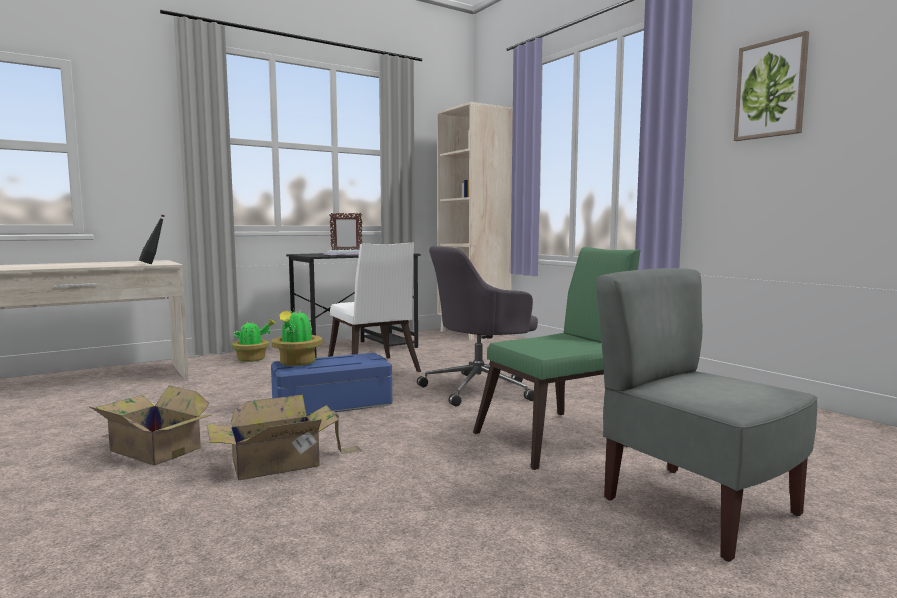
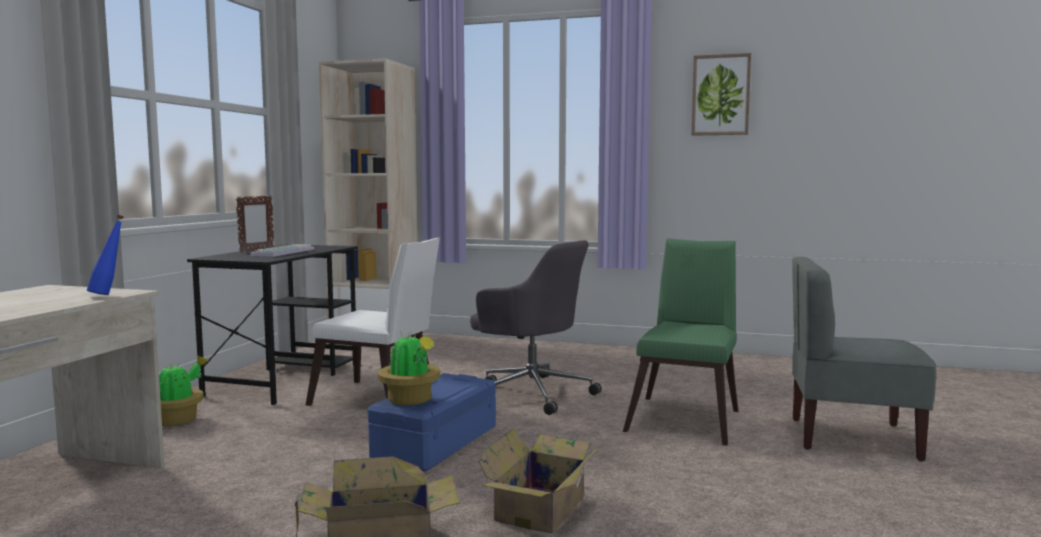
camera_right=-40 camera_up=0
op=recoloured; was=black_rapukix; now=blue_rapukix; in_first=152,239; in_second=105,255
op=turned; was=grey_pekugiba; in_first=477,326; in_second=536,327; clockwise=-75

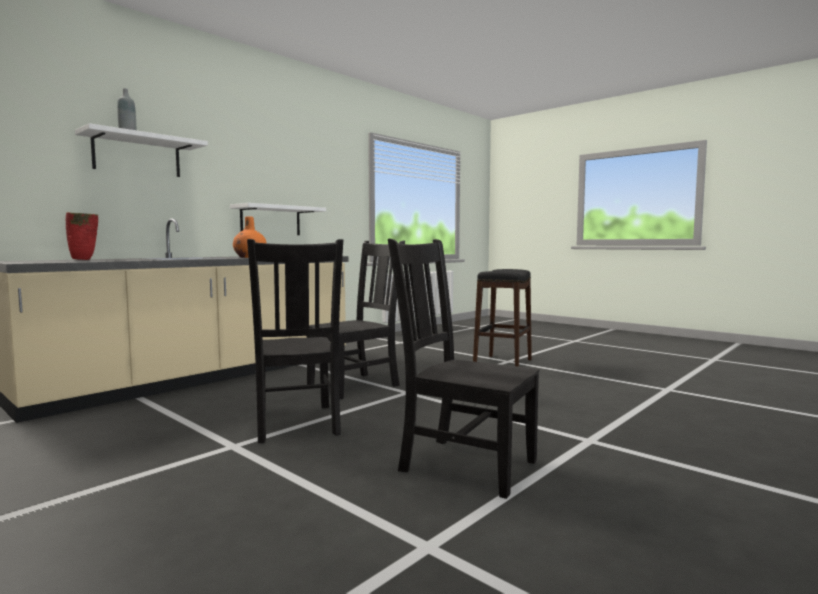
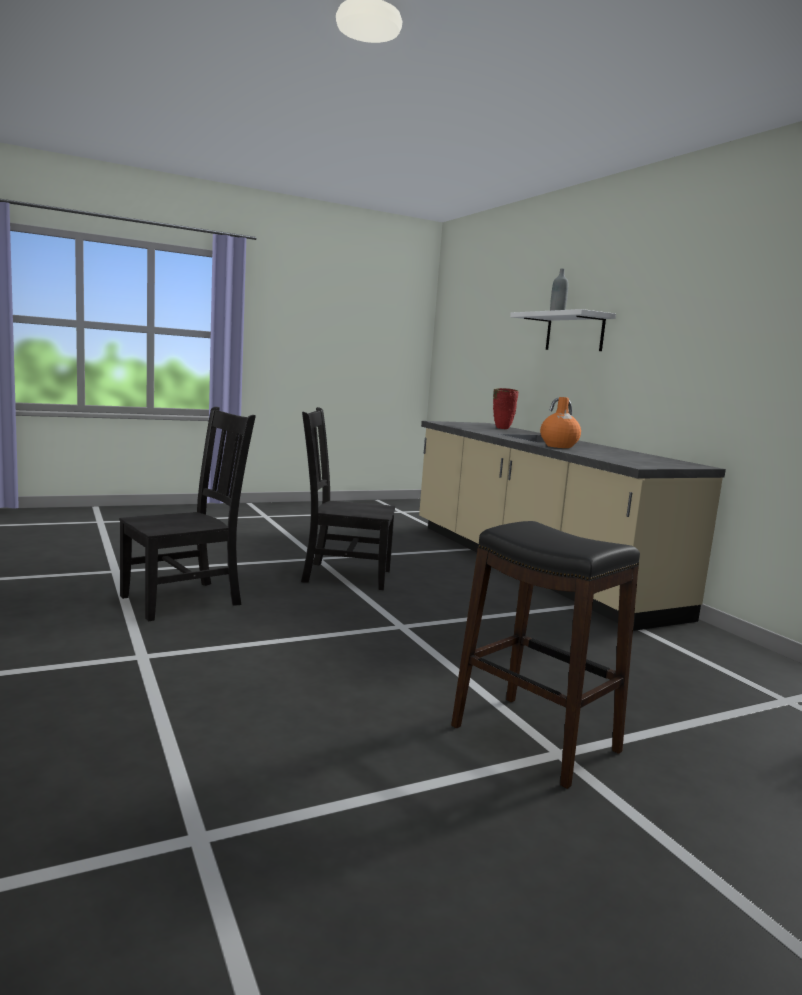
camera_right=110 camera_up=5
op=removed; was=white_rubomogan; in_first=278,219
op=removed; was=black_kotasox; in_first=355,320

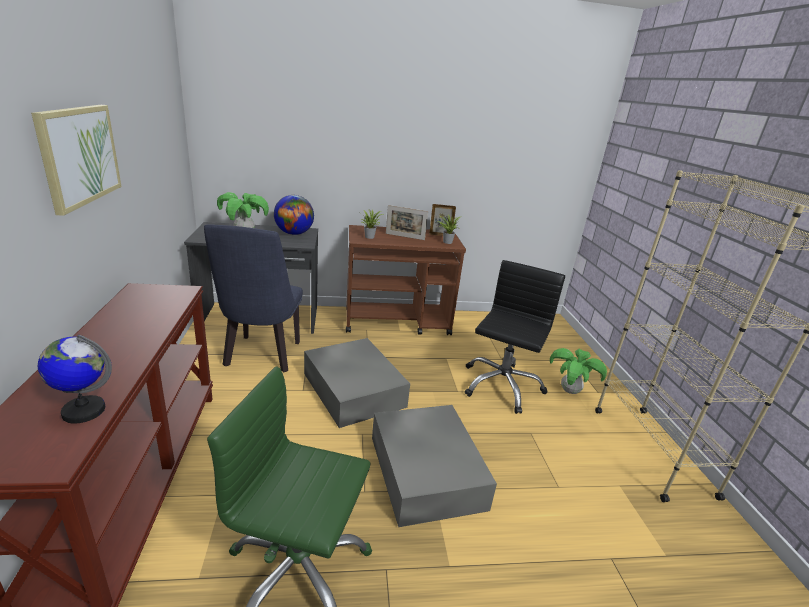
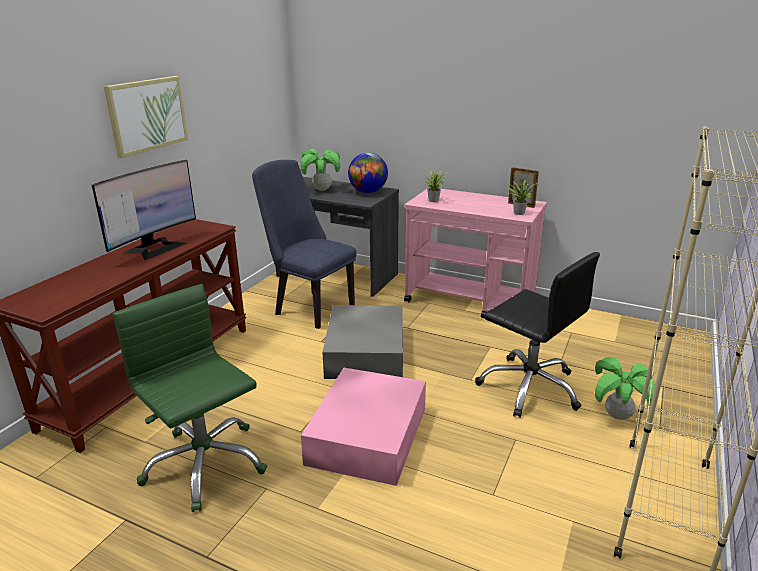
camera_right=35 camera_up=0
op=removed; was=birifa; in_first=75,379
op=removed; was=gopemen; in_first=407,222
op=added; now=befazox; in_second=144,210
op=recoloured; was=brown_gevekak; now=pink_gevekak; in_first=406,280; in_second=475,253
op=recoloured; was=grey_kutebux; now=pink_kutebux; in_first=434,466; in_second=363,427
op=turned; was=blue_kotasox; in_first=253,298; in_second=304,244; clockwise=90
op=turned; was=black_pekugiba; in_first=515,337; in_second=537,335; clockwise=75

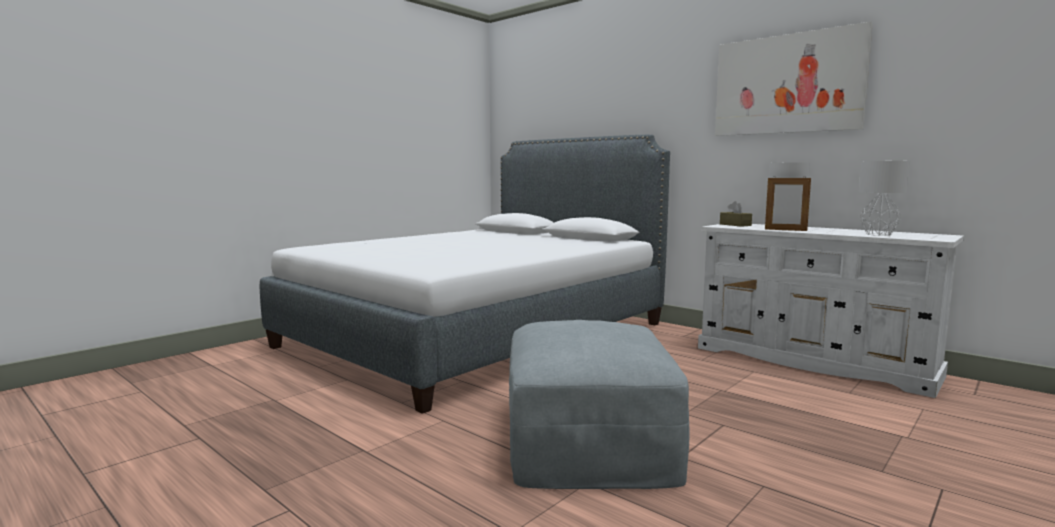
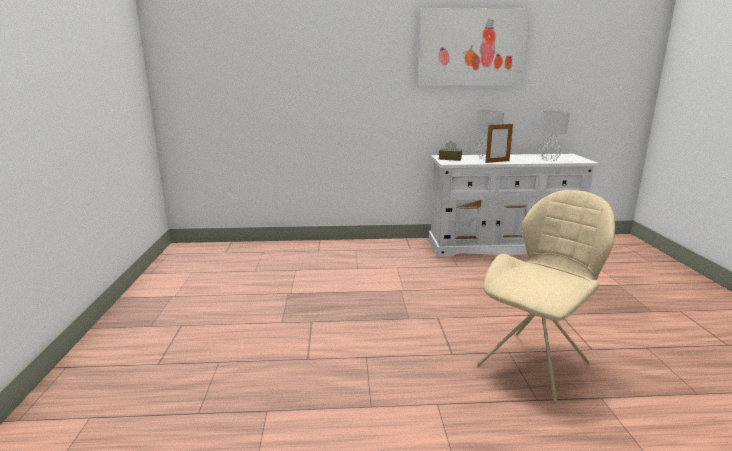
camera_right=-45 camera_up=10
op=removed; was=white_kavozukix; in_first=465,274
op=replaced; was=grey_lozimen; now=beige_kotasox; in_first=599,404; in_second=546,296

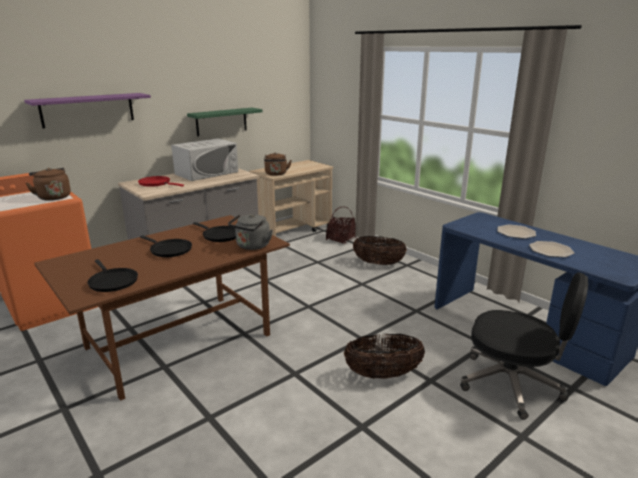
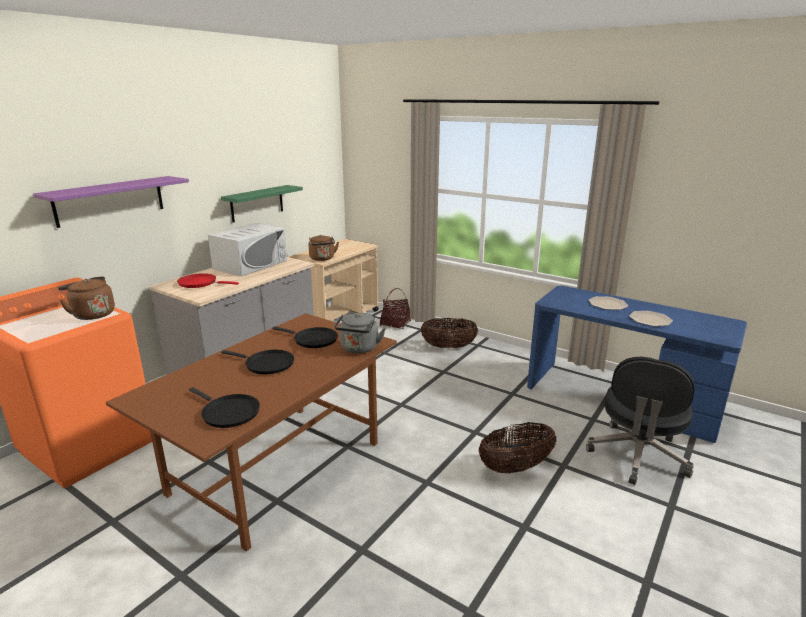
camera_right=-15 camera_up=0
op=turned; was=black_pekugiba; in_first=524,346; in_second=640,421; clockwise=105

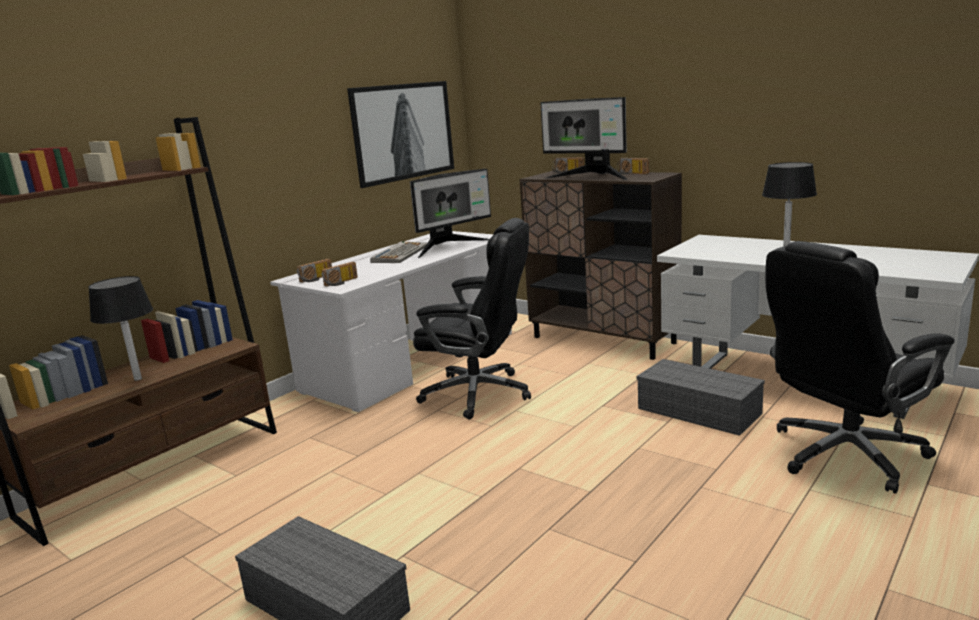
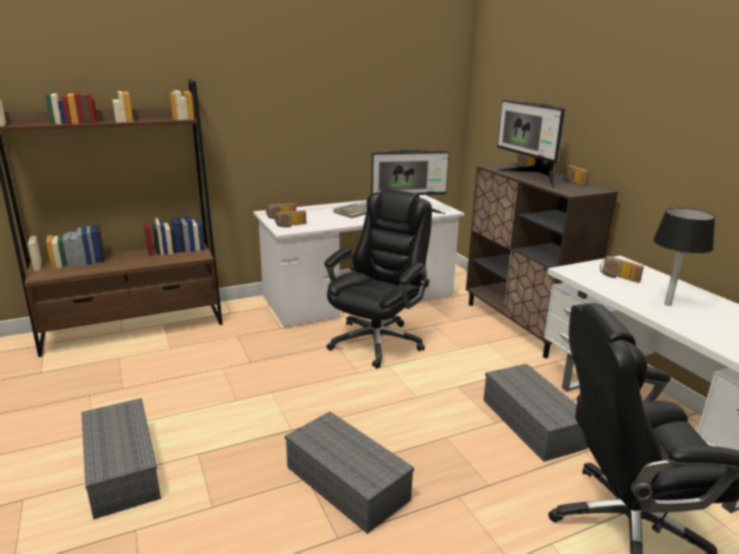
camera_right=25 camera_up=5
op=removed; was=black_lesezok; in_first=120,328
op=removed; was=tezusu; in_first=400,134
op=added; now=grey_kutebux; in_second=349,472
op=added; now=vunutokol; in_second=622,269
op=turned; was=black_pekugiba; in_first=472,319; in_second=378,279; clockwise=-105

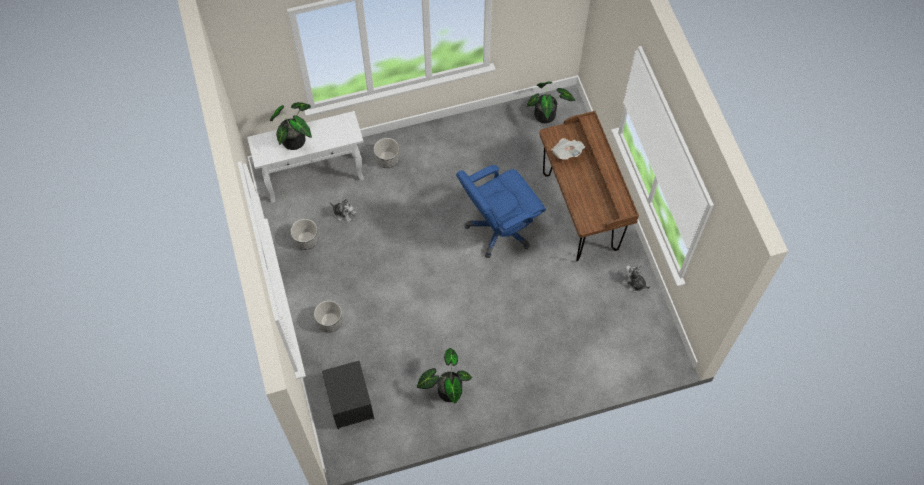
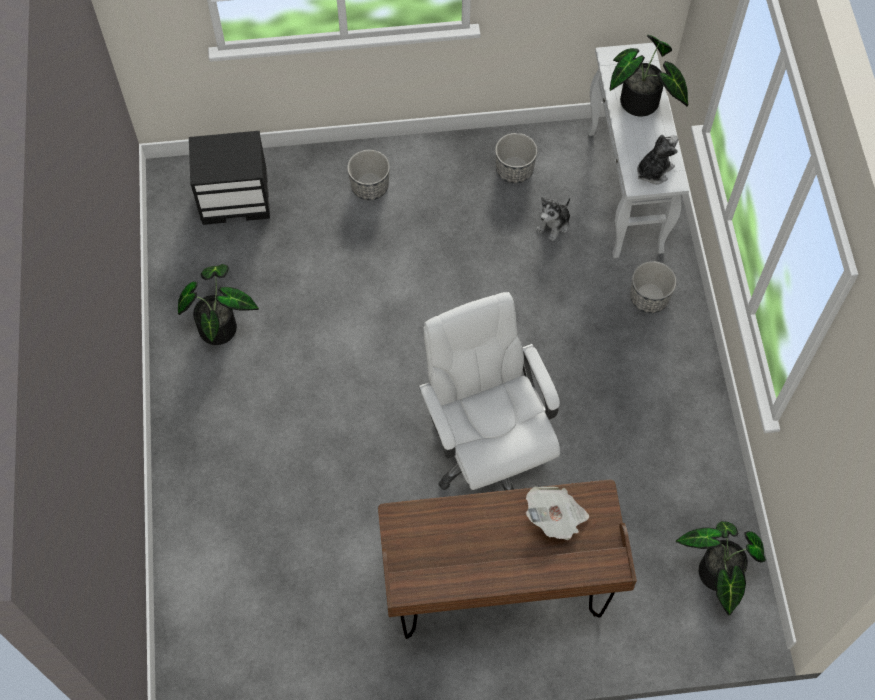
camera_right=100 camera_up=0
op=moved; was=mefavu; in_first=636,277; in_second=657,159
op=recoloured; was=blue_pekugiba; now=white_pekugiba; in_first=501,211; in_second=489,391

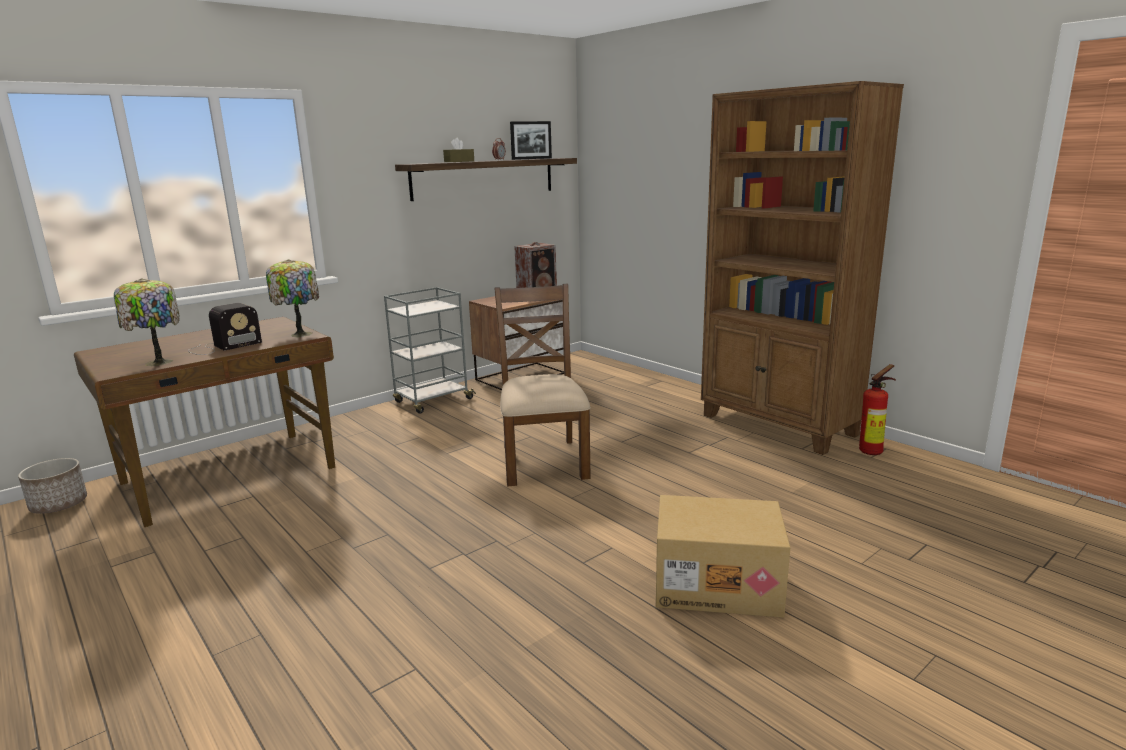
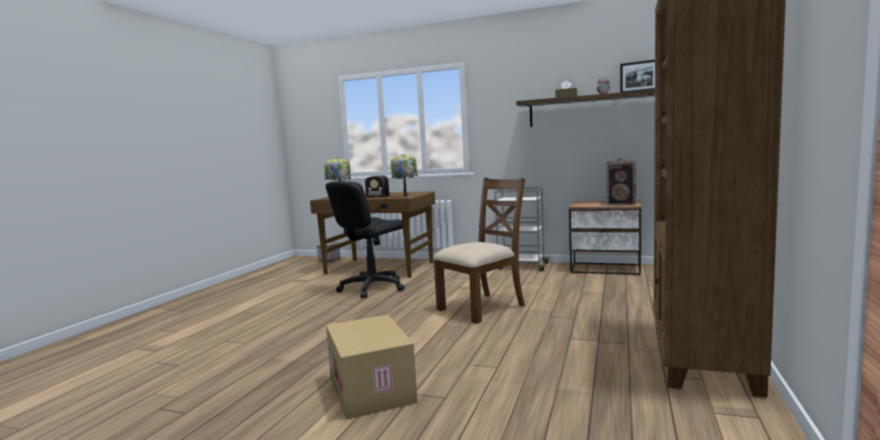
camera_right=60 camera_up=-10
op=removed; was=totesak; in_first=877,409
op=added; now=black_pekugiba; in_second=365,239

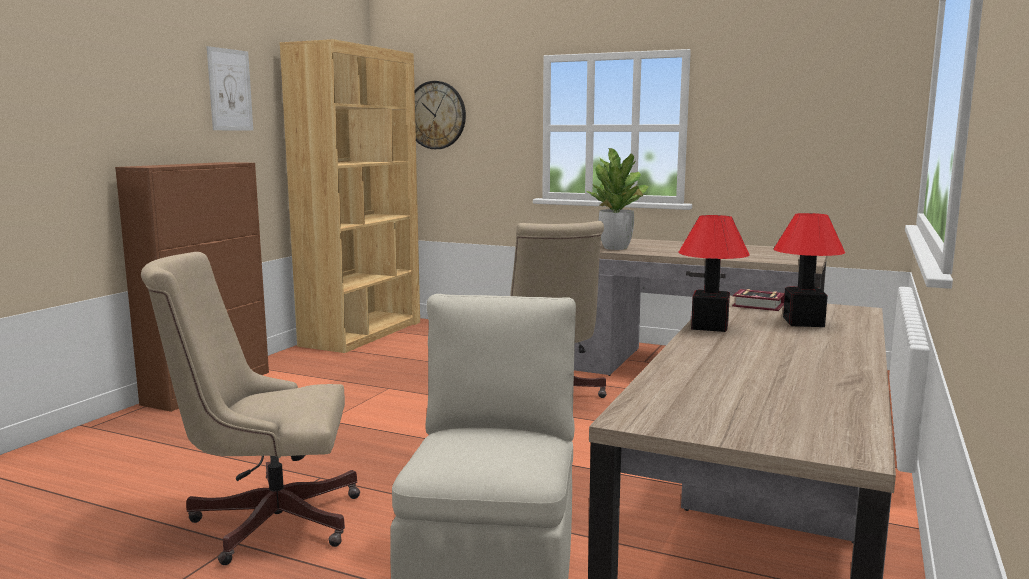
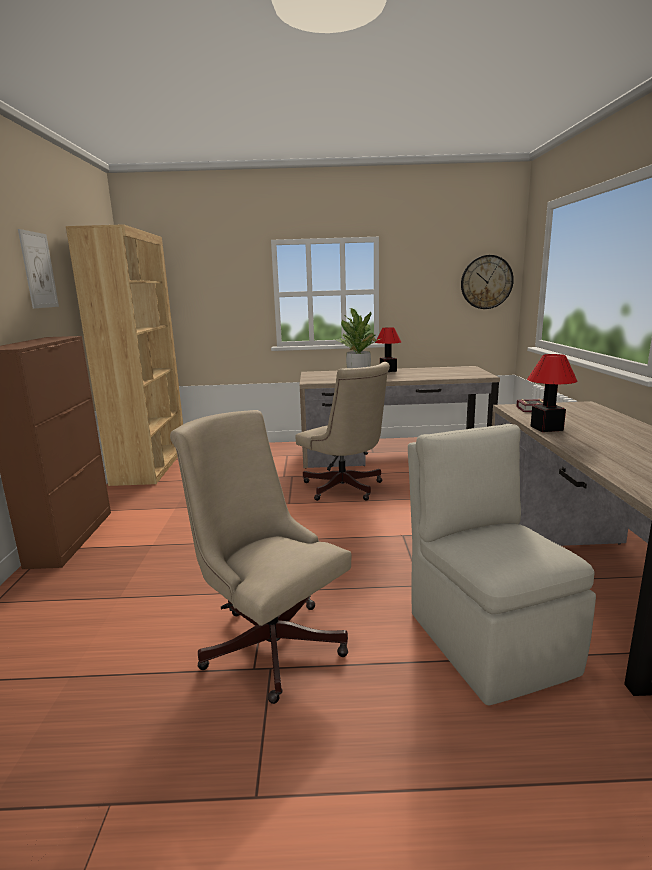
camera_right=-25 camera_up=5
op=moved; was=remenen; in_first=440,115; in_second=487,282
op=moved; was=lesezok; in_first=809,270; in_second=388,349
op=turned; was=beige_pekugiba; in_first=250,408; in_second=261,557; clockwise=75

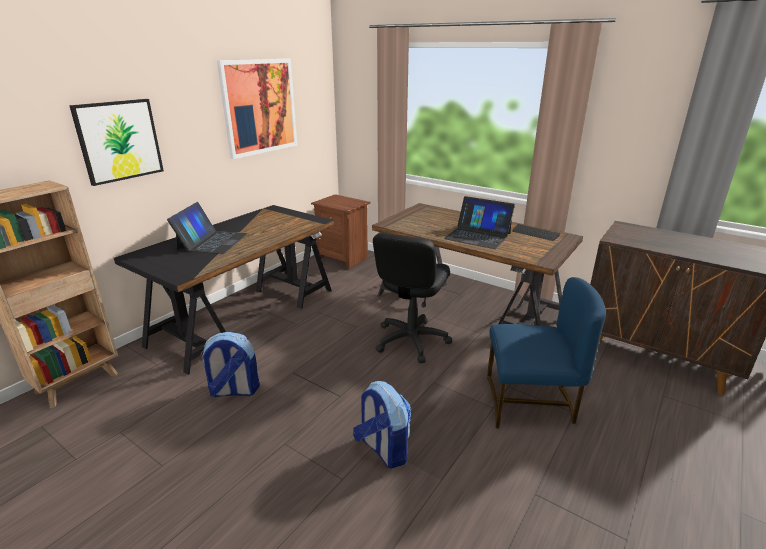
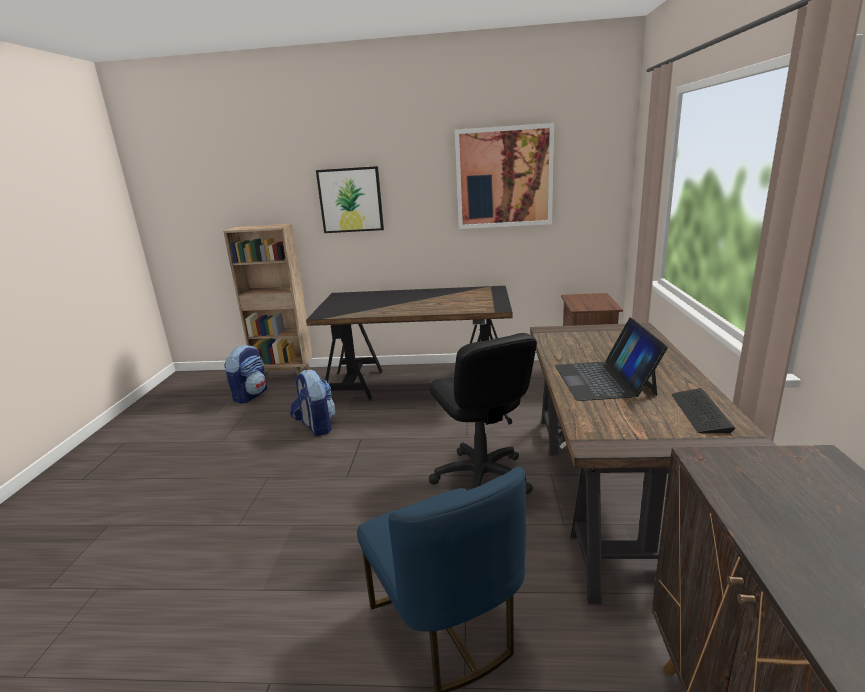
camera_right=60 camera_up=-5
op=removed; was=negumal; in_first=207,228
op=moved; was=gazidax; in_first=382,425; in_second=245,374
op=turned; was=black_pekugiba; in_first=412,297; in_second=483,413; clockwise=-105

